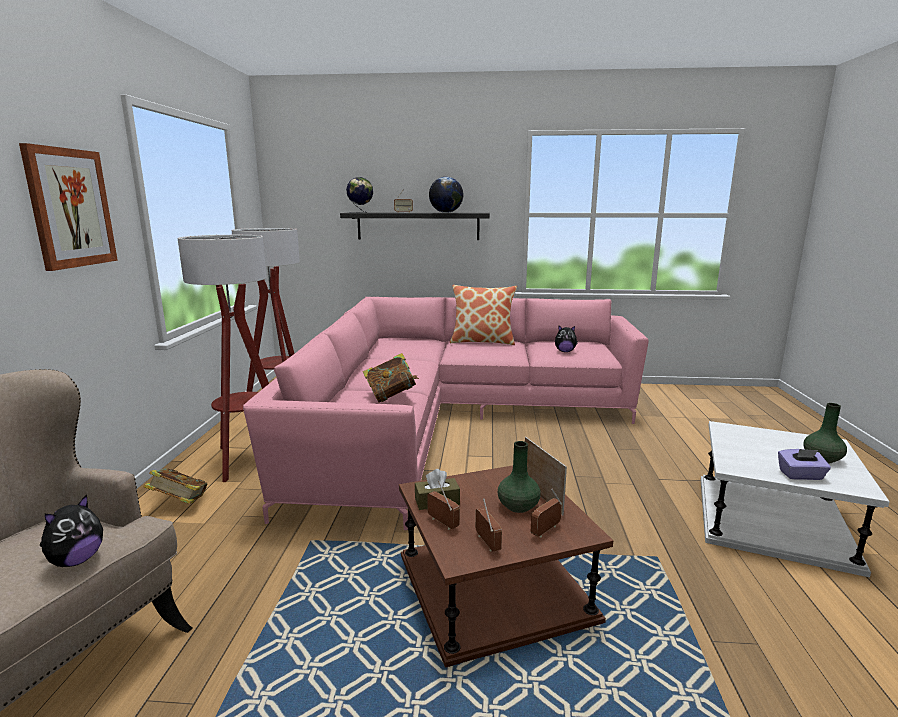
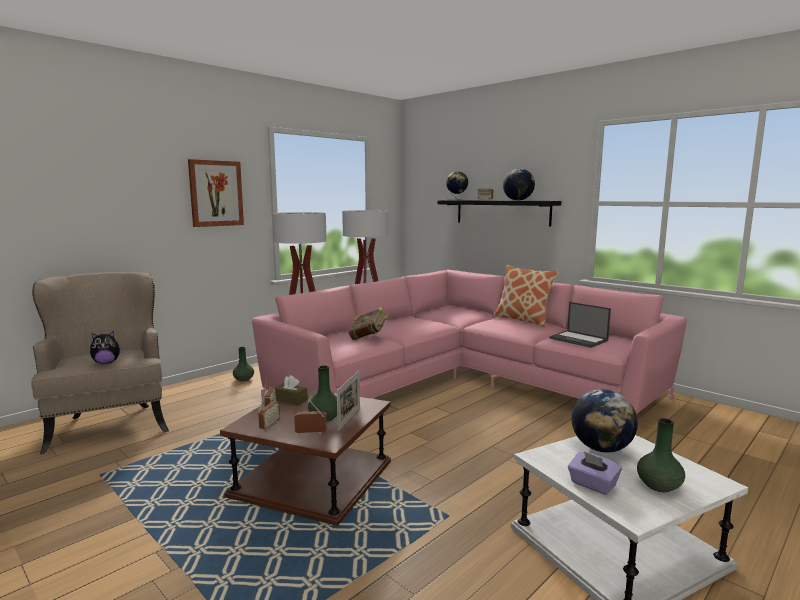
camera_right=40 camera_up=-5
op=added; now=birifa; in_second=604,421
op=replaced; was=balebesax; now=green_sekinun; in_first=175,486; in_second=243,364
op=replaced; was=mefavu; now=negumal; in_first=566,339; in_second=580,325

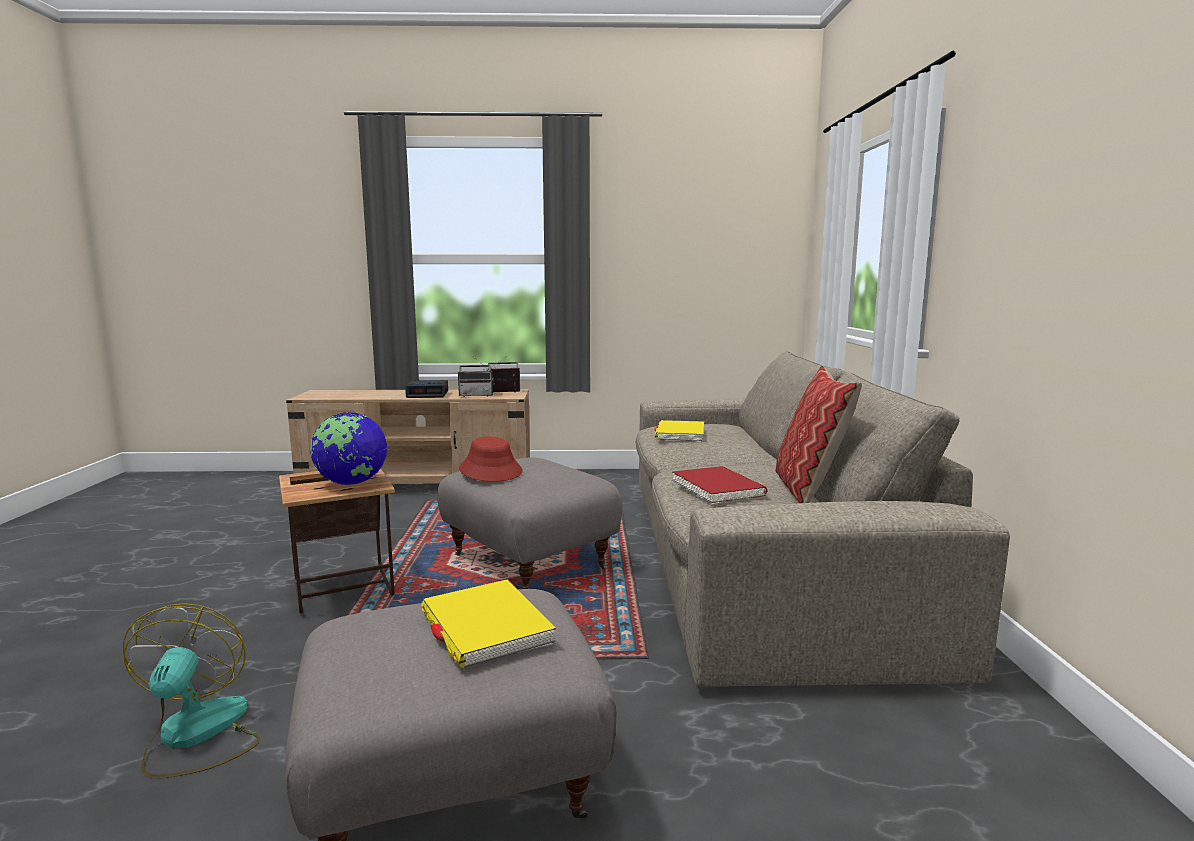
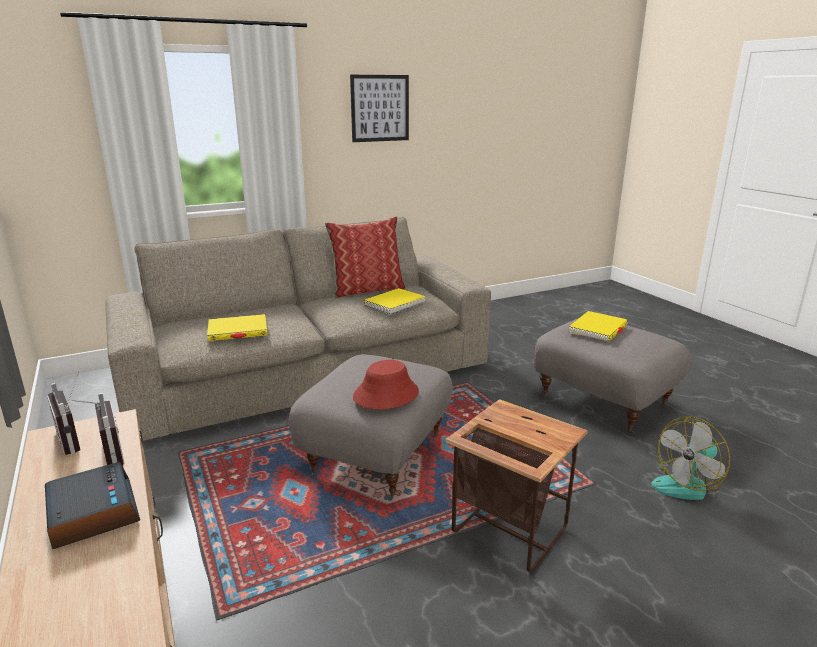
camera_right=-115 camera_up=10
op=removed; was=birifa; in_first=348,448
op=added; now=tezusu; in_second=379,108
op=recoloured; was=red_balebesax; now=yellow_balebesax; in_first=719,485; in_second=394,301

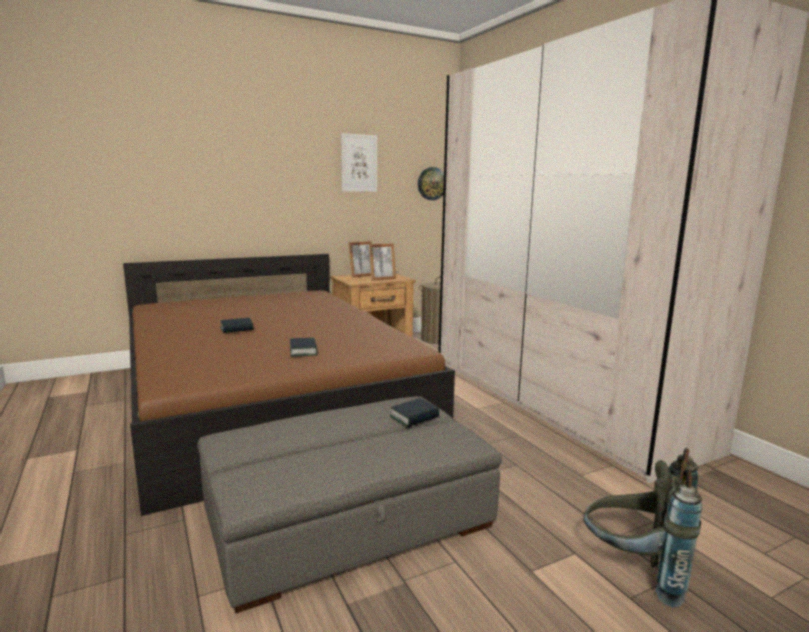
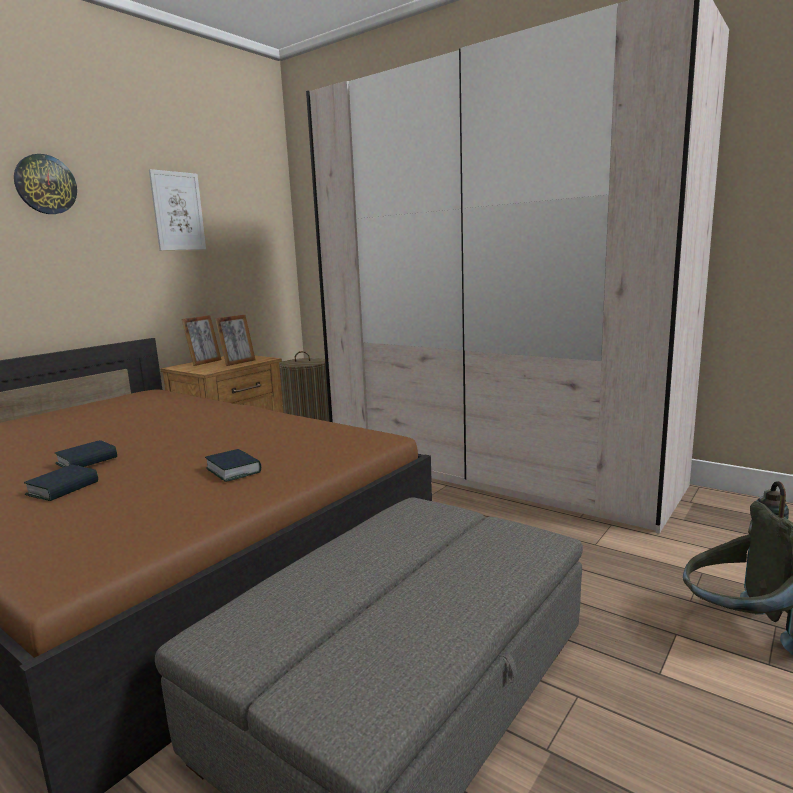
camera_right=-25 camera_up=0
op=moved; was=balebesax; in_first=414,412; in_second=61,483
op=moved; was=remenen; in_first=431,183; in_second=45,184

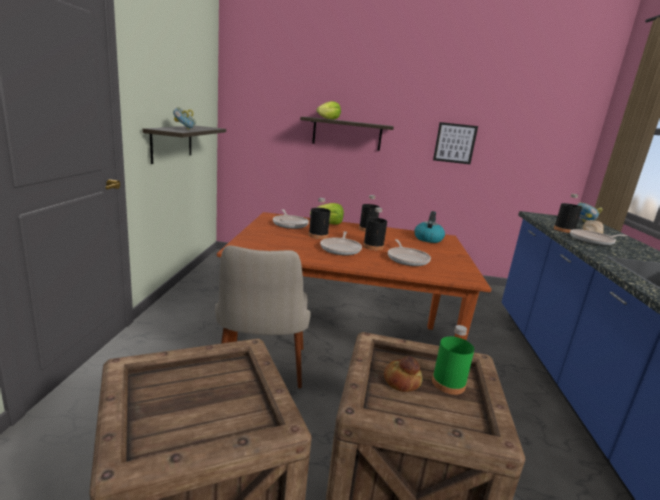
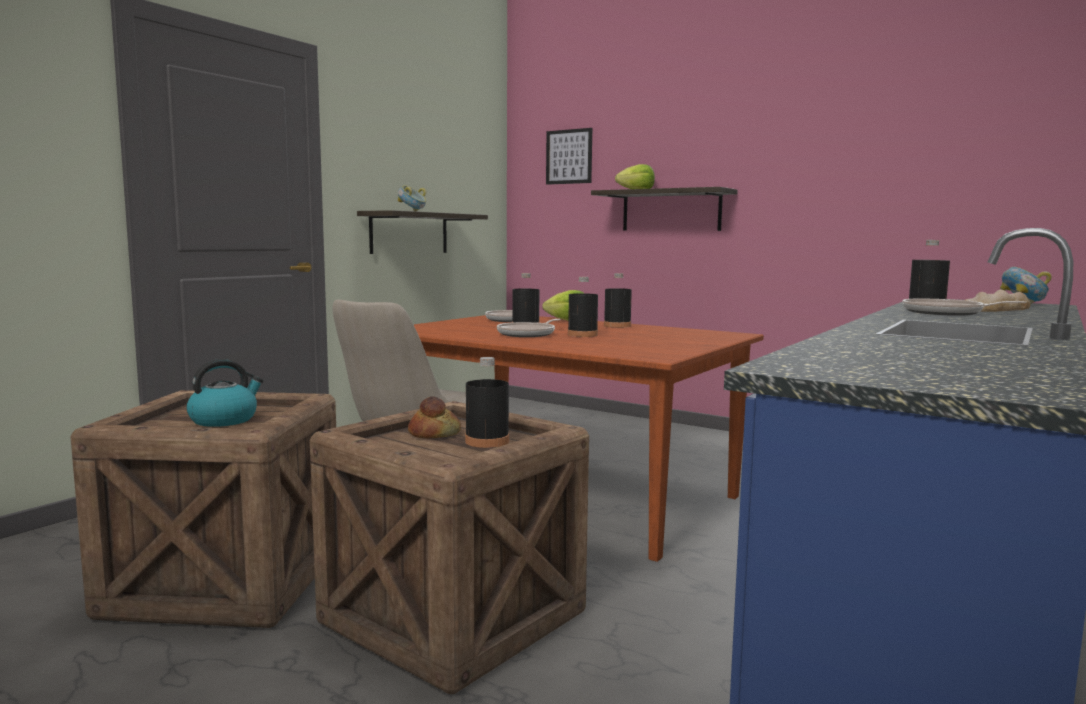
camera_right=30 camera_up=-10
op=removed; was=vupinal; in_first=409,252
op=moved; was=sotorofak; in_first=429,227; in_second=225,393
op=moved; was=tezusu; in_first=455,143; in_second=569,156
op=recoloured; was=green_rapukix; now=black_rapukix; in_first=453,360; in_second=487,402

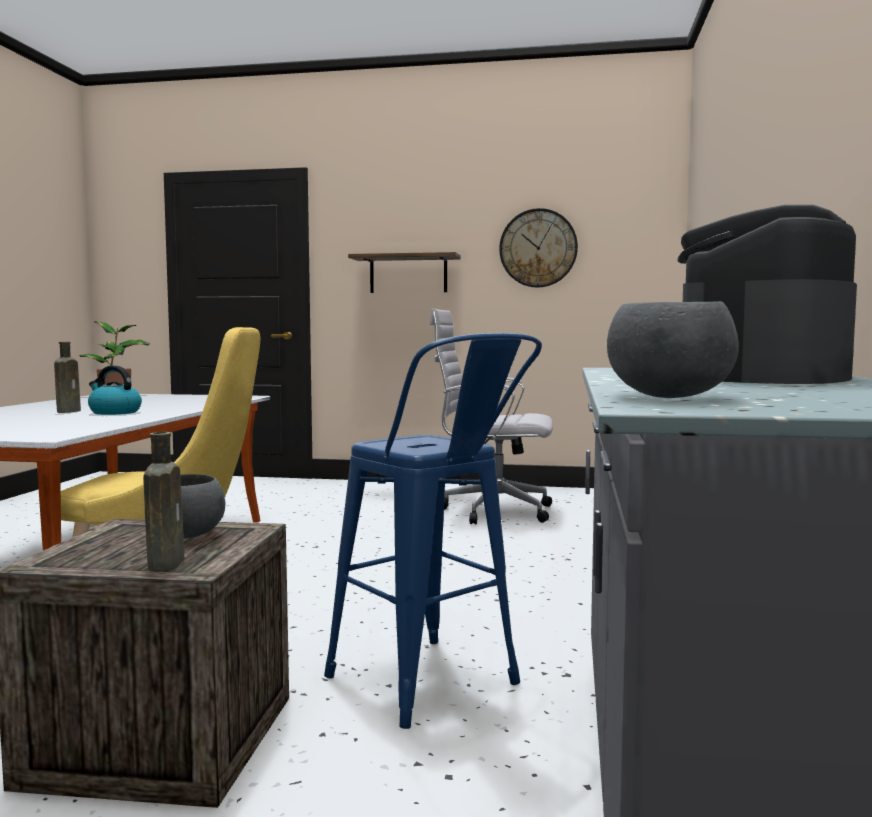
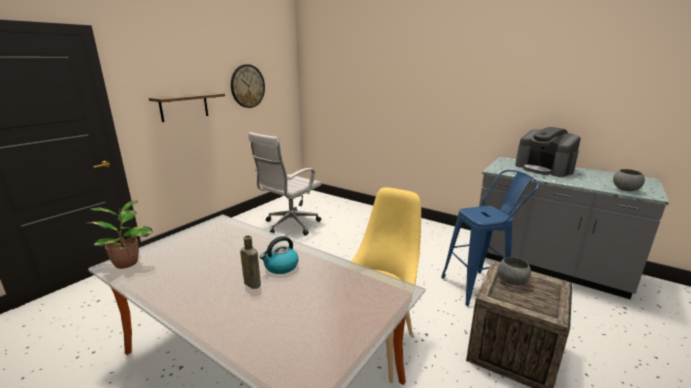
camera_right=-65 camera_up=15
op=removed; was=brown_rapukix; in_first=163,501

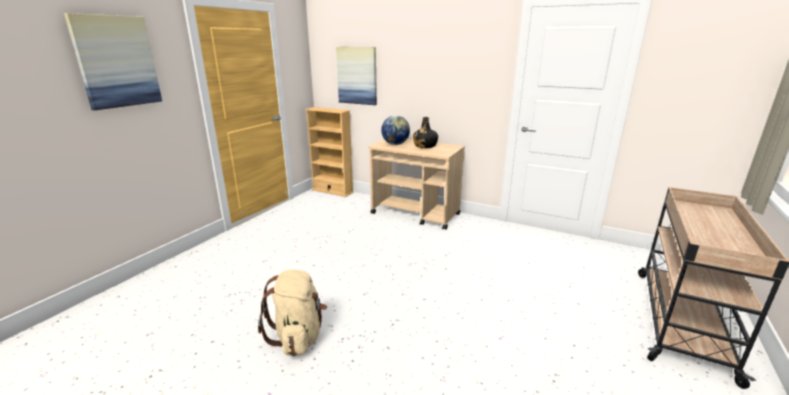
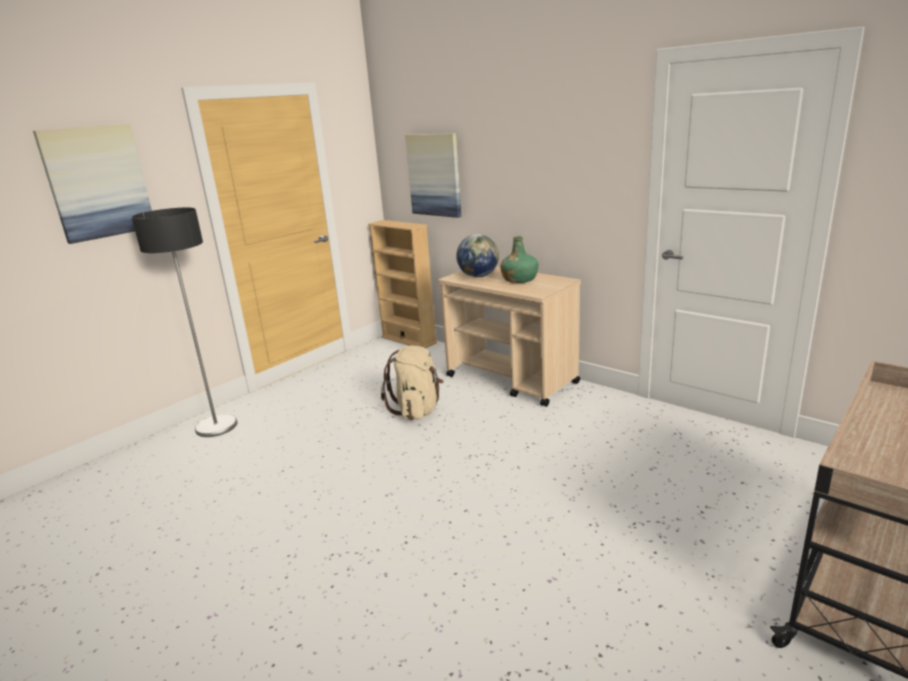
camera_right=15 camera_up=0
op=added; now=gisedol; in_second=184,322
op=moved; was=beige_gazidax; in_first=292,313; in_second=412,382
op=recoloured; was=black_rapukix; now=green_rapukix; in_first=425,132; in_second=519,259

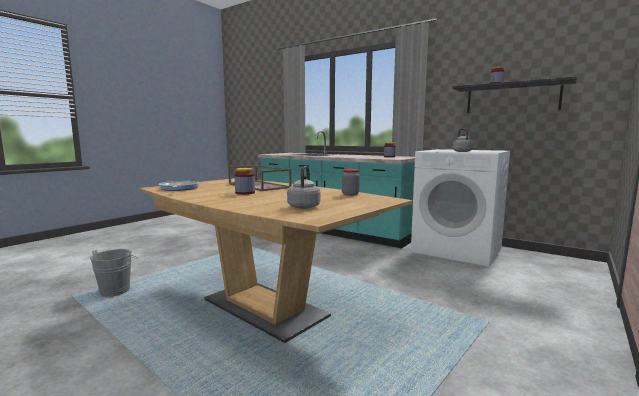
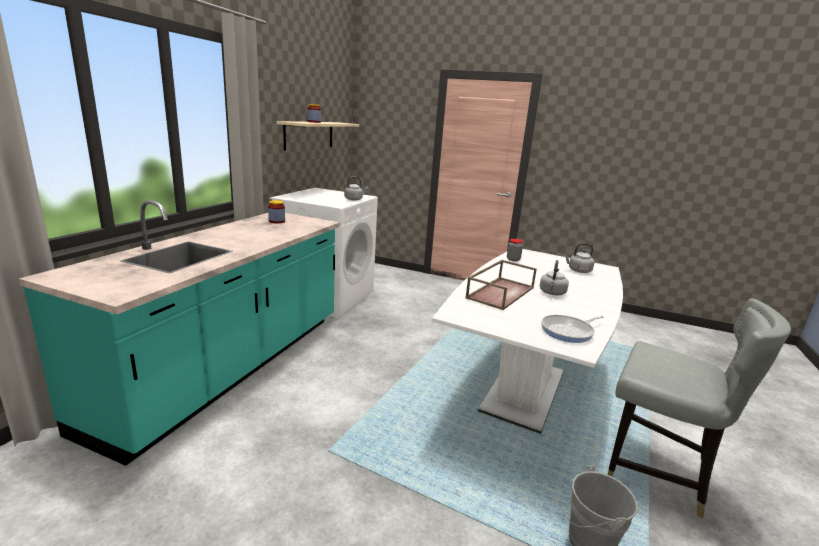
camera_right=-105 camera_up=10
op=added; now=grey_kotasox; in_second=699,409
op=replaced; was=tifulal; now=grey_sotorofak; in_first=245,181; in_second=554,277
op=recoloured; was=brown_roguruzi; now=white_roguruzi; in_first=276,260; in_second=527,341
op=recoloured; was=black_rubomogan; now=beige_rubomogan; in_first=514,95; in_second=318,136

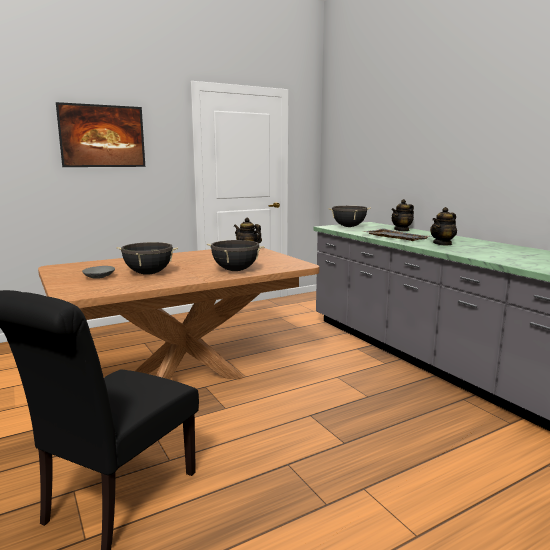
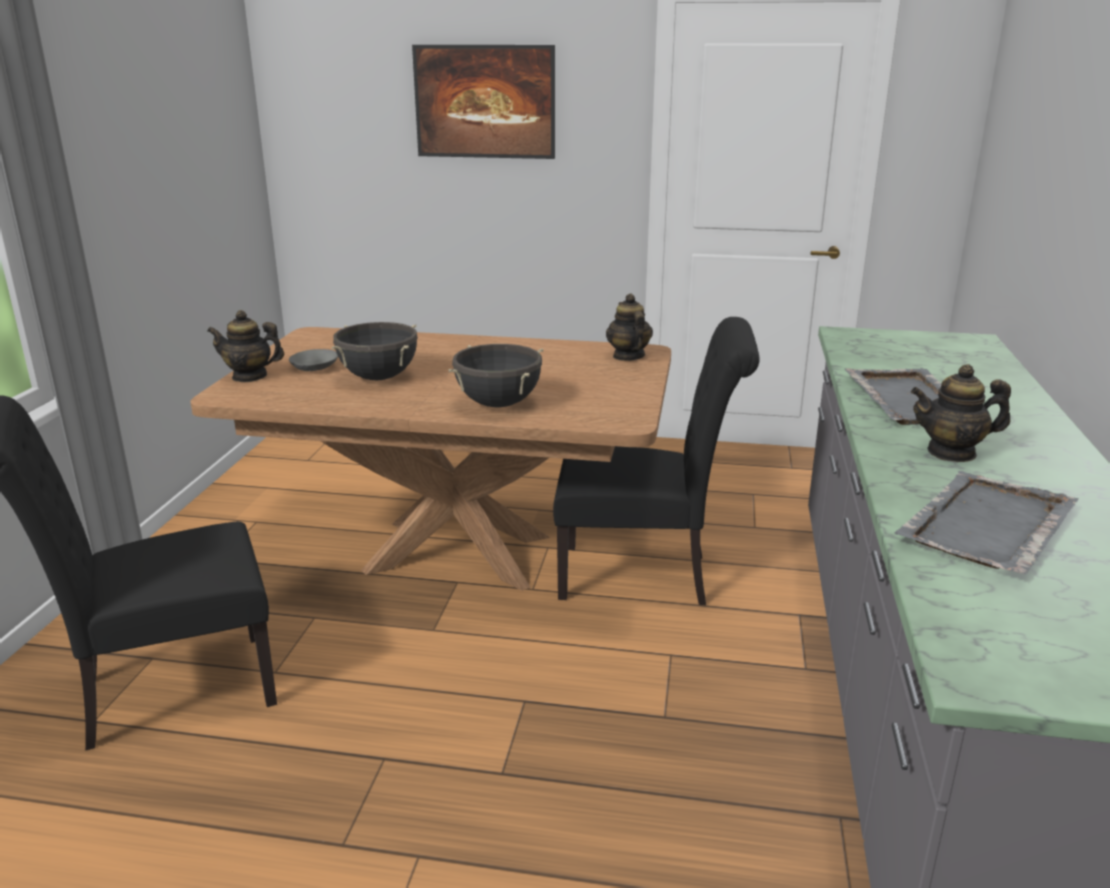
camera_right=40 camera_up=10
op=removed; was=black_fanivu; in_first=349,216
op=added; now=black_kotasox; in_second=656,461
op=added; now=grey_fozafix; in_second=986,522
op=moved; was=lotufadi; in_first=402,215; in_second=245,346

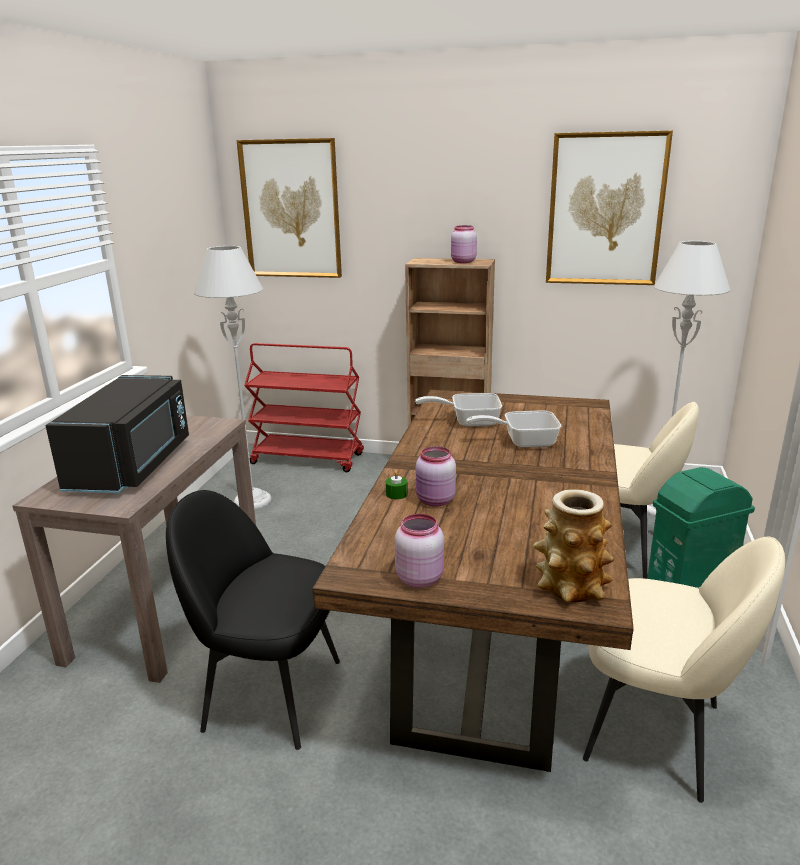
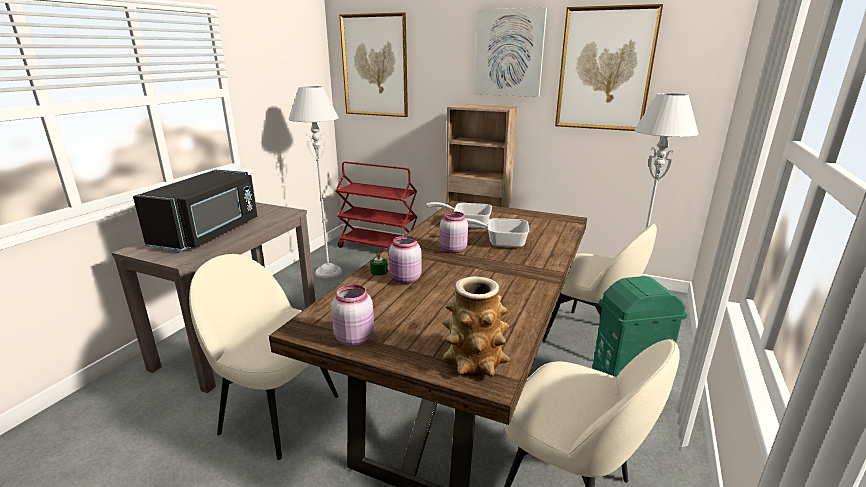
camera_right=10 camera_up=0
op=added; now=tezusu; in_second=511,52
op=moved; was=pink_tifulal; in_first=464,244; in_second=454,232
op=recoloured; was=black_kotasox; now=beige_kotasox; in_first=253,620; in_second=263,357

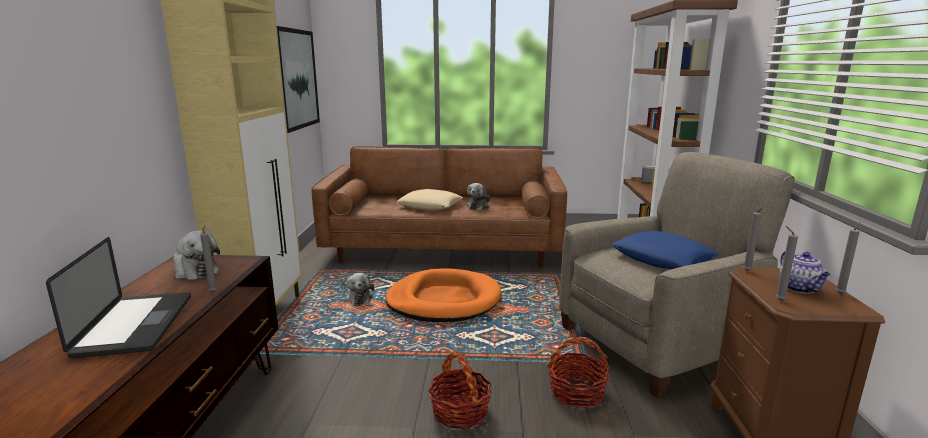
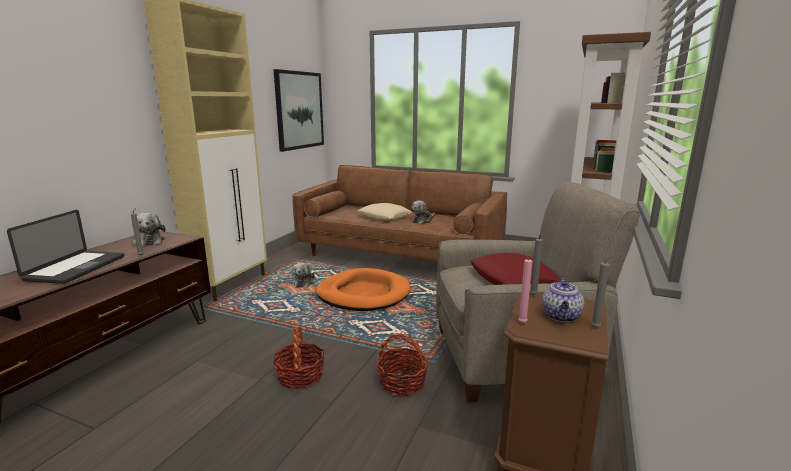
camera_right=20 camera_up=0
op=recoloured; was=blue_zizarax; now=red_zizarax; in_first=665,250; in_second=515,269
op=recoloured; was=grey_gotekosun; now=pink_gotekosun; in_first=787,263; in_second=525,287

